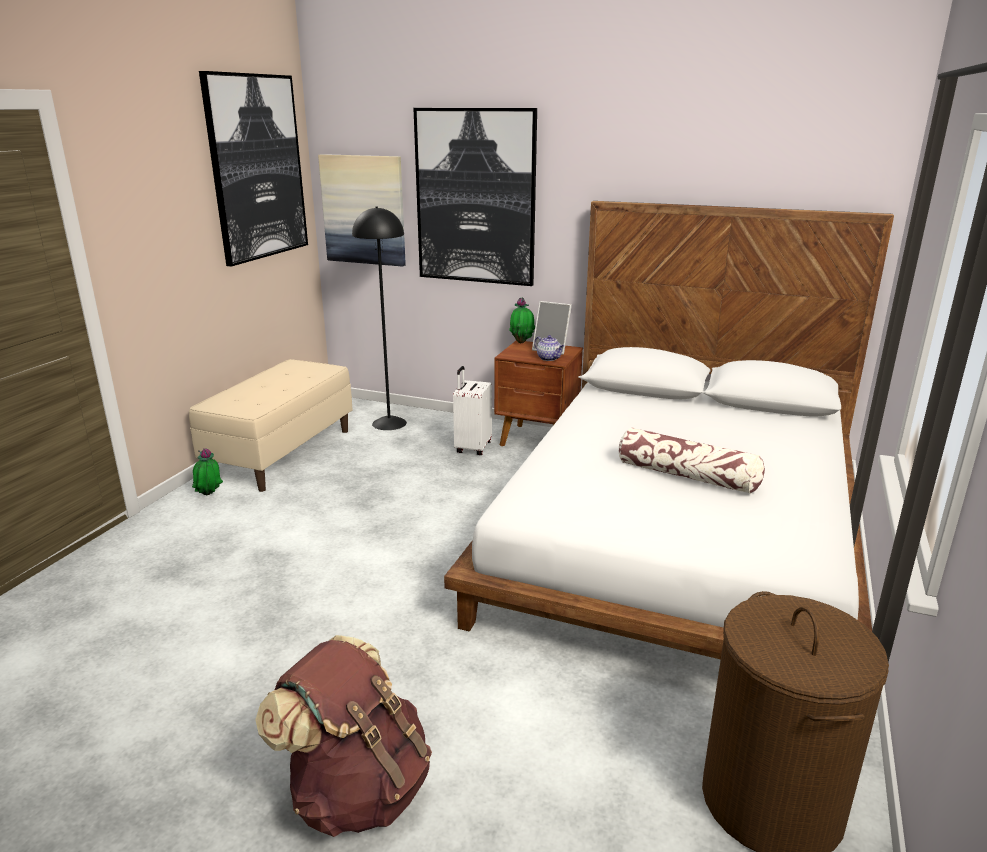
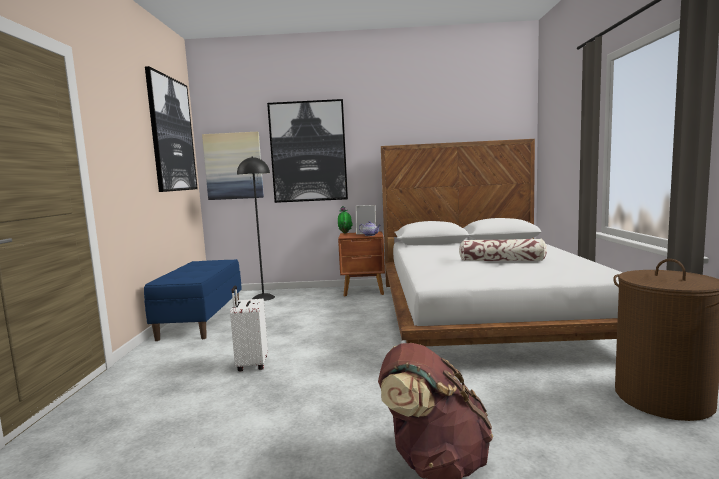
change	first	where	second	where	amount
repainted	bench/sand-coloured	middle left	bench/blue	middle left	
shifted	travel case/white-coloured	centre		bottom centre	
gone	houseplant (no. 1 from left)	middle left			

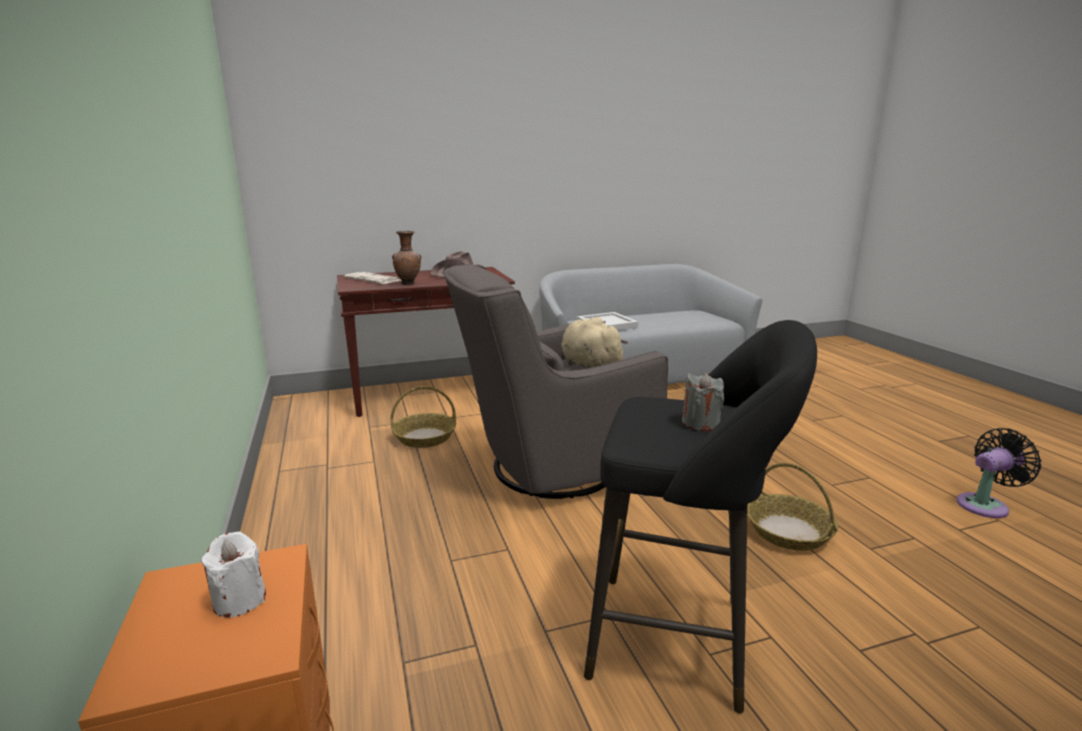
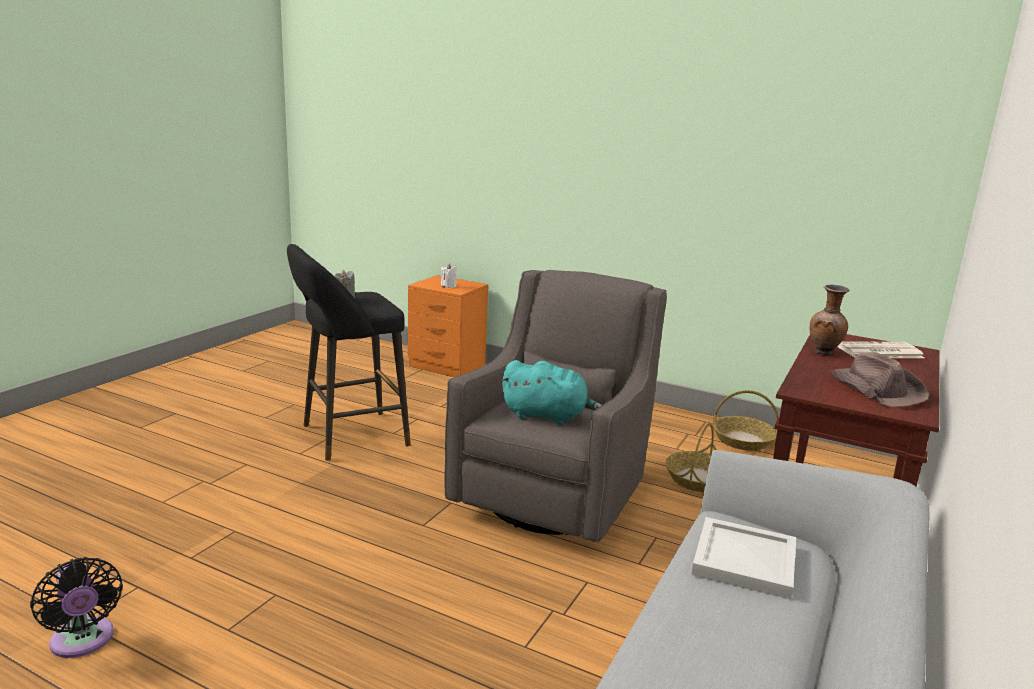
change	first	where	second	where	amount
repainted	soft toy/sand-coloured	centre	soft toy/turquoise-coloured	centre	
rotated	cooling fan/black	middle right		bottom left	60 degrees counterclockwise
shifted	household basket (no. 2 from left)	bottom right		middle right	

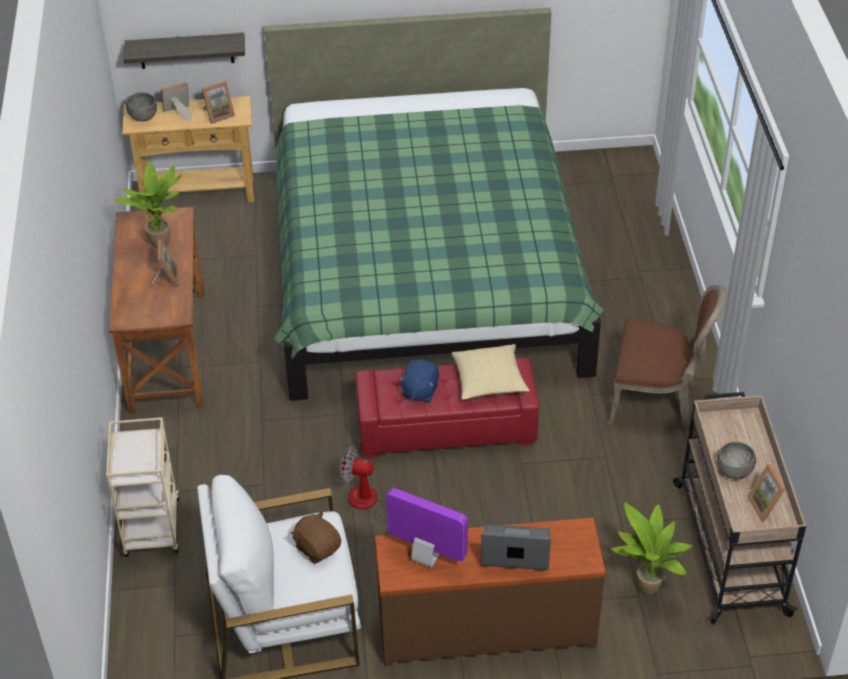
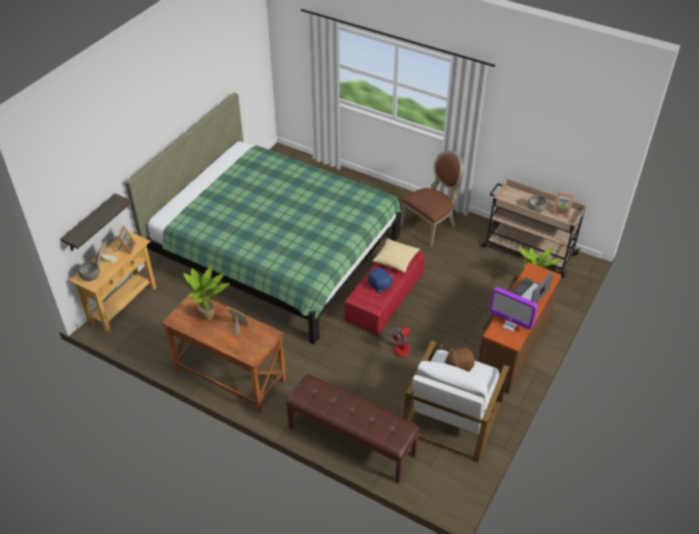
change	first	where	second	where	amount
swapped	wheeled cart/sand-coloured (no. 1 from left)	bottom left	bench/brown	bottom centre	
rotated	computer screen	bottom centre		middle right	120 degrees counterclockwise

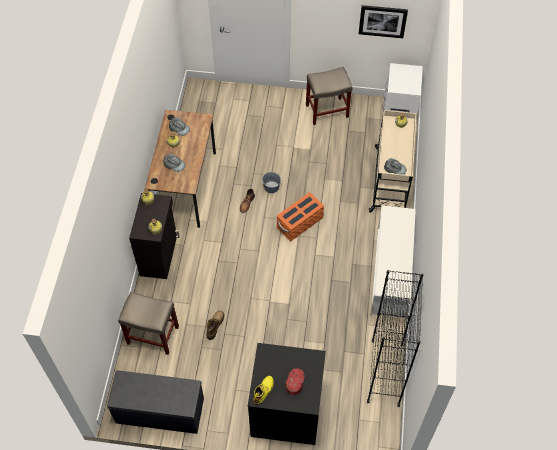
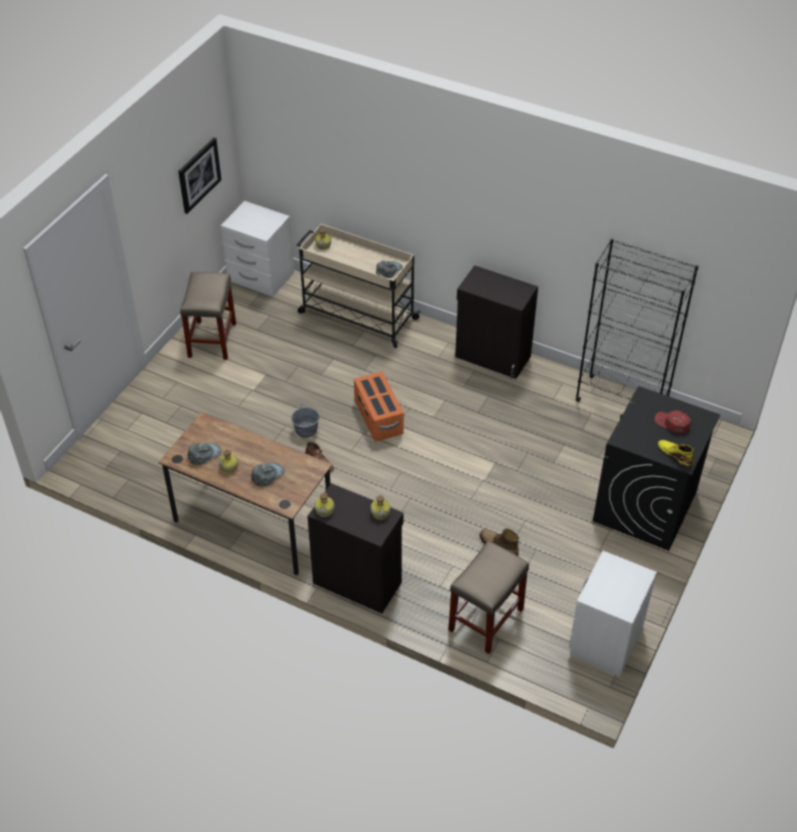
change	first	where	second	where	amount
swapped	shoe shelf/white-coloured	middle right	cabinet/black (no. 2 from left)	centre	
swapped	bench/gray	bottom left	nightstand/white-coloured (no. 2 from left)	bottom right	

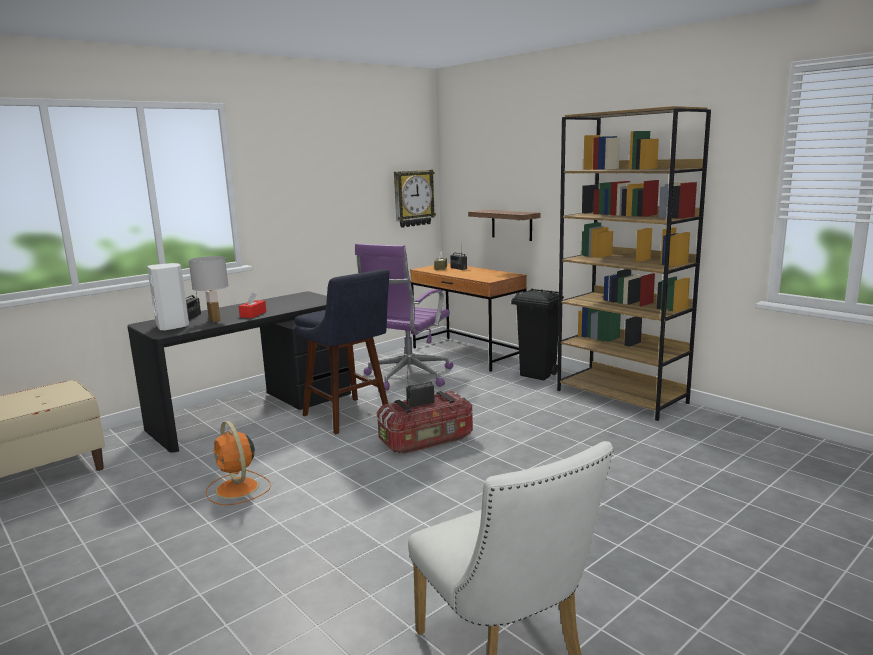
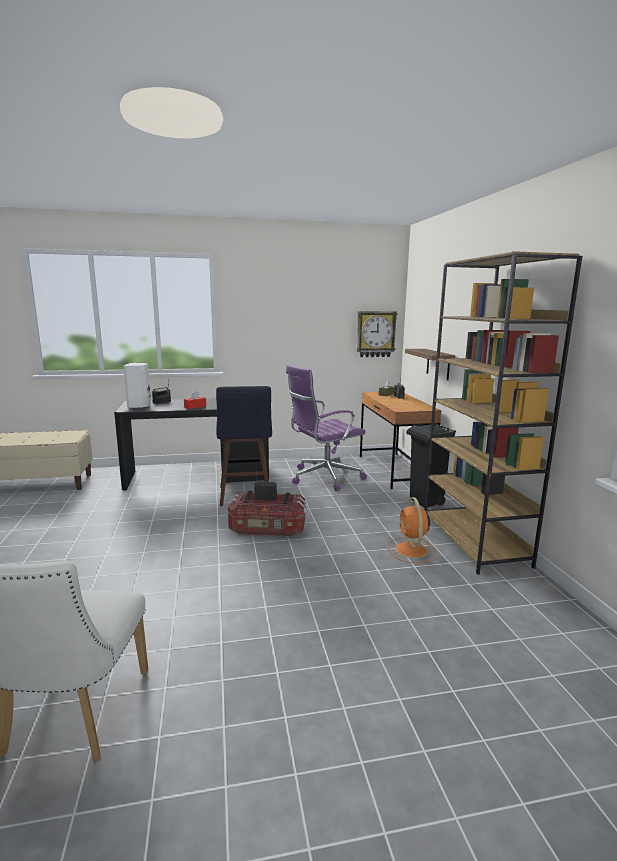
change	first	where	second	where	amount
gone	table lamp/white-coloured	middle left			
shifted	cooling fan/orangey	bottom left		middle right	

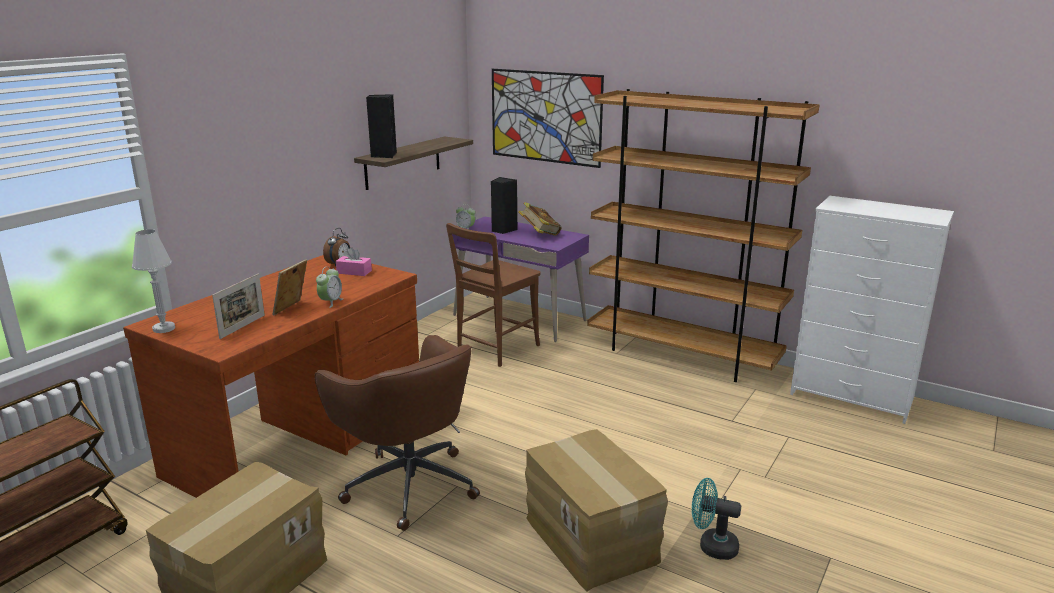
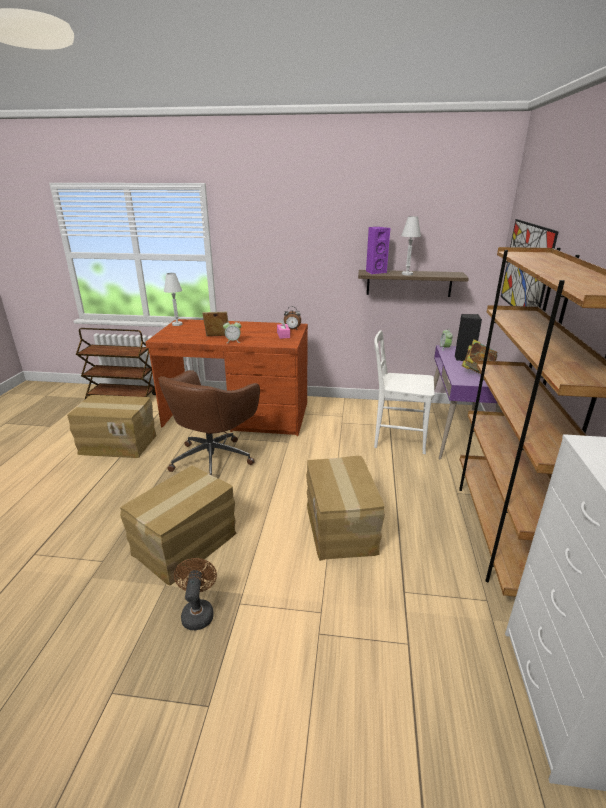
change	first	where	second	where	amount
repainted	loudspeaker/black (no. 1 from left)	top centre	loudspeaker/purplish	top centre	
repainted	upright chair/brown	centre	upright chair/white-coloured	middle right	
gone	standing frame (no. 1 from left)	middle left			
repainted	cooling fan/turquoise-coloured	bottom right	cooling fan/brown	bottom left	
new			table lamp/white-coloured (no. 2 from left)	top right	
new			cardboard box (no. 3 from left)	centre	

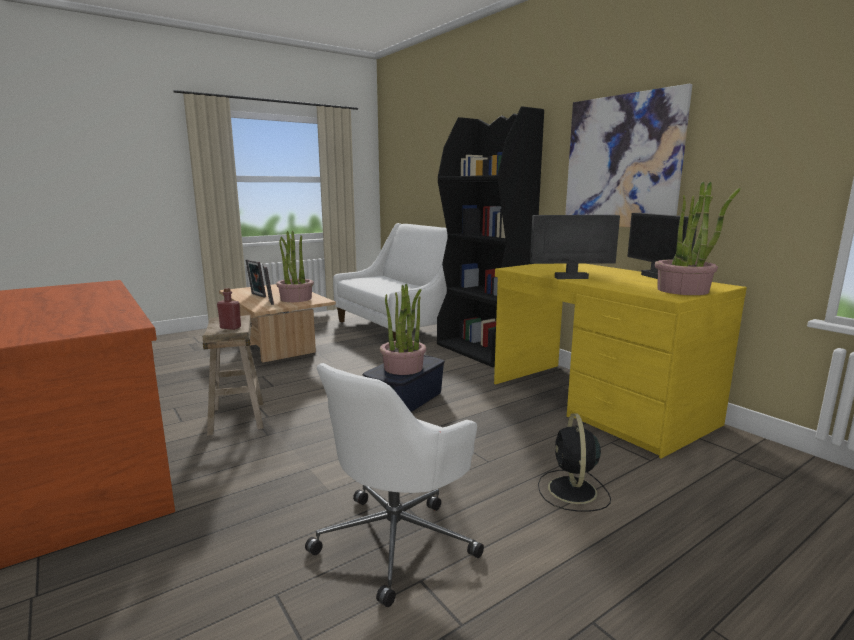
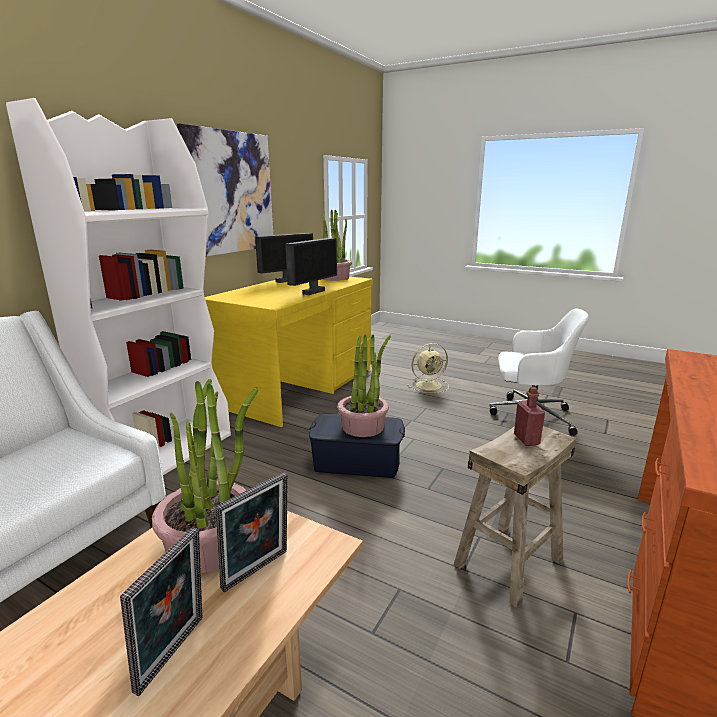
change	first	where	second	where	amount
repainted	bookcase/black	centre	bookcase/white-coloured	middle left	
rotated	computer screen (no. 1 from left in the first image)	middle right	computer screen (no. 2 from left)	centre	120 degrees counterclockwise
repainted	cooling fan/black	bottom right	cooling fan/sand-coloured	centre	

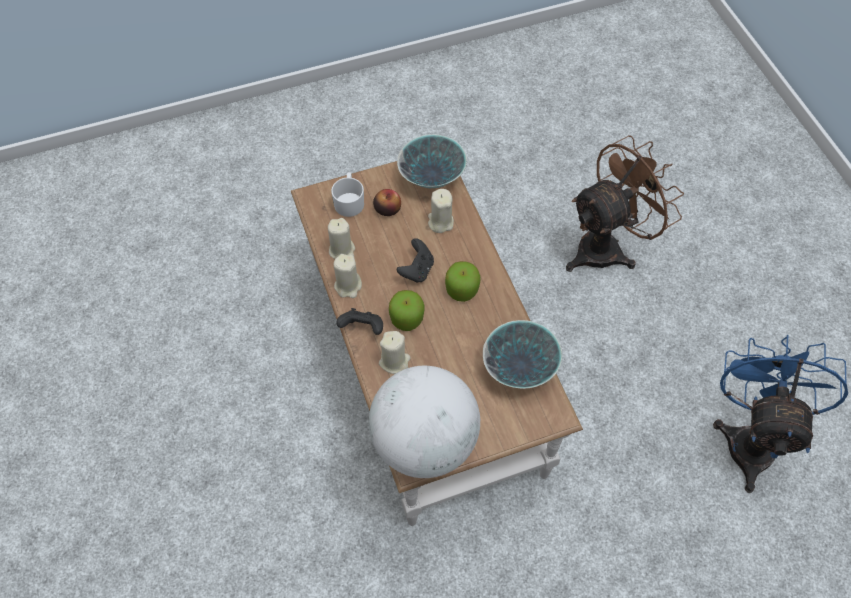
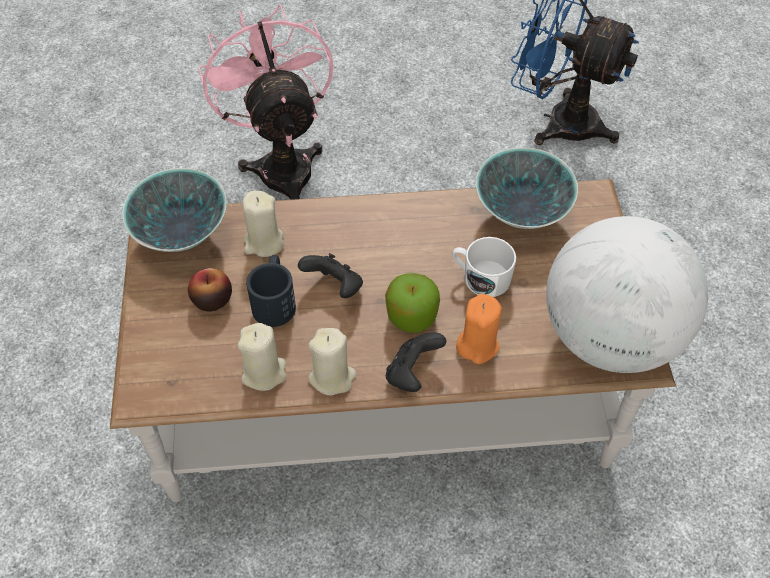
change	first	where	second	where	amount
repainted	cooling fan/brown	middle right	cooling fan/pink-coloured	top centre	
shifted	tea mug/white-coloured	top centre		centre	
gone	whole apple (no. 3 from left)	centre			
repainted	wax candle/sand-coloured (no. 3 from left)	centre	wax candle/orangey	centre	
new			tea mug/black	centre	

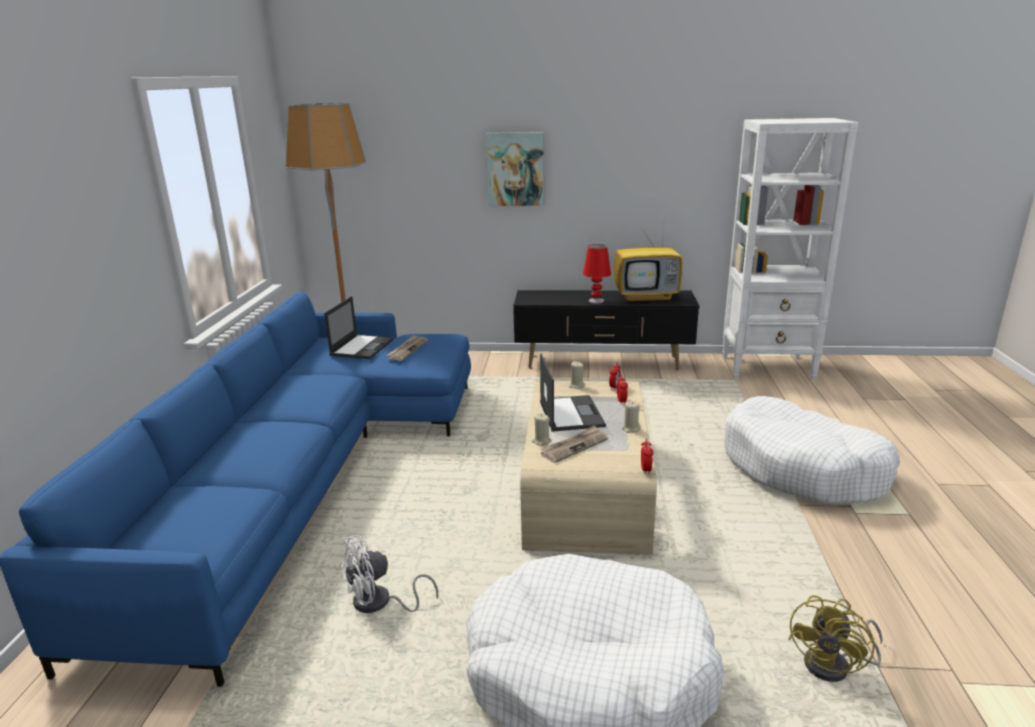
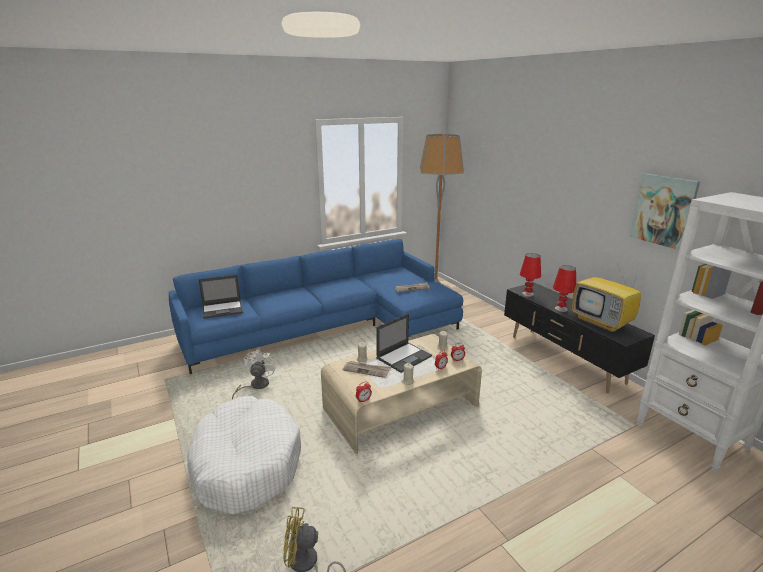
change	first	where	second	where	amount
shifted	picture	top centre		middle right	
shifted	notebook computer (no. 1 from left)	centre		middle left	
gone	pet bed/white-coloured (no. 2 from left)	middle right			
rotated	cooling fan/white-coloured	bottom centre		middle left	75 degrees clockwise
new			table lamp/reddish (no. 1 from left)	middle right	

